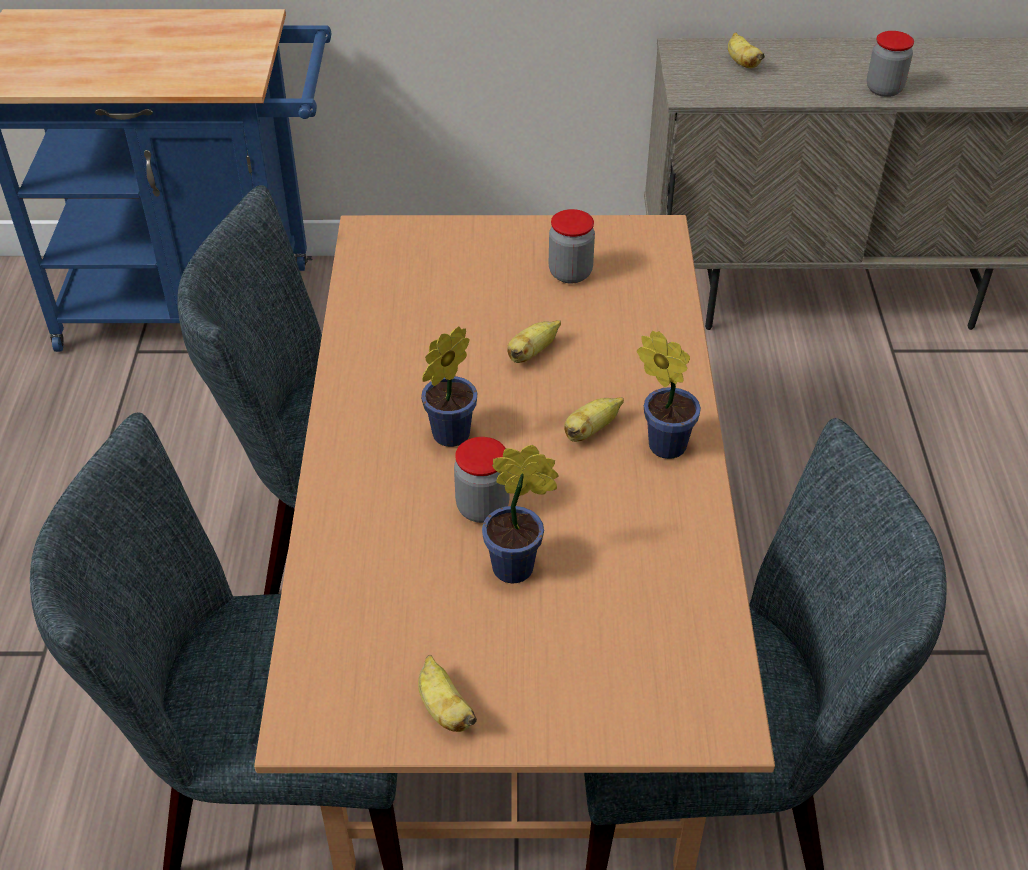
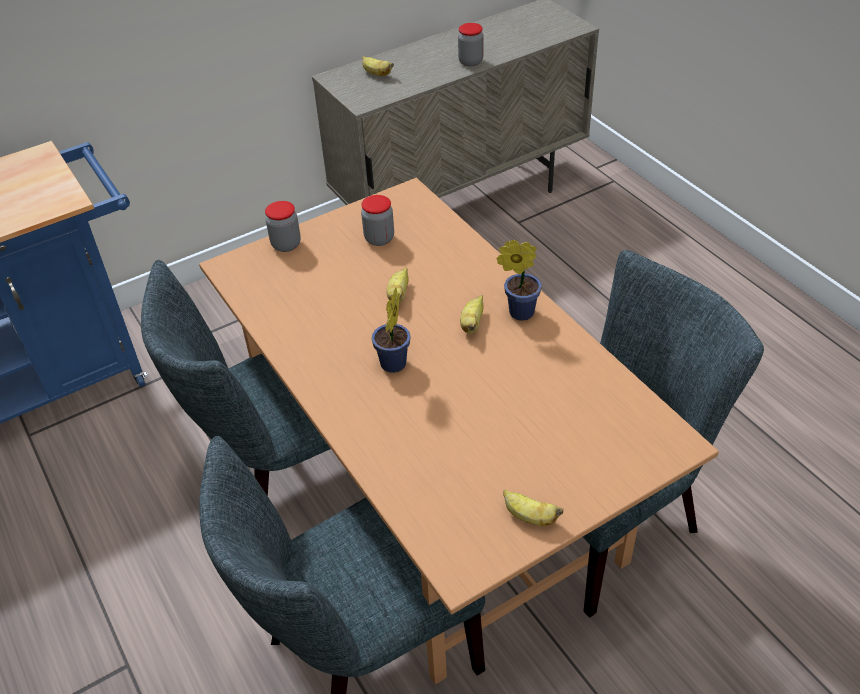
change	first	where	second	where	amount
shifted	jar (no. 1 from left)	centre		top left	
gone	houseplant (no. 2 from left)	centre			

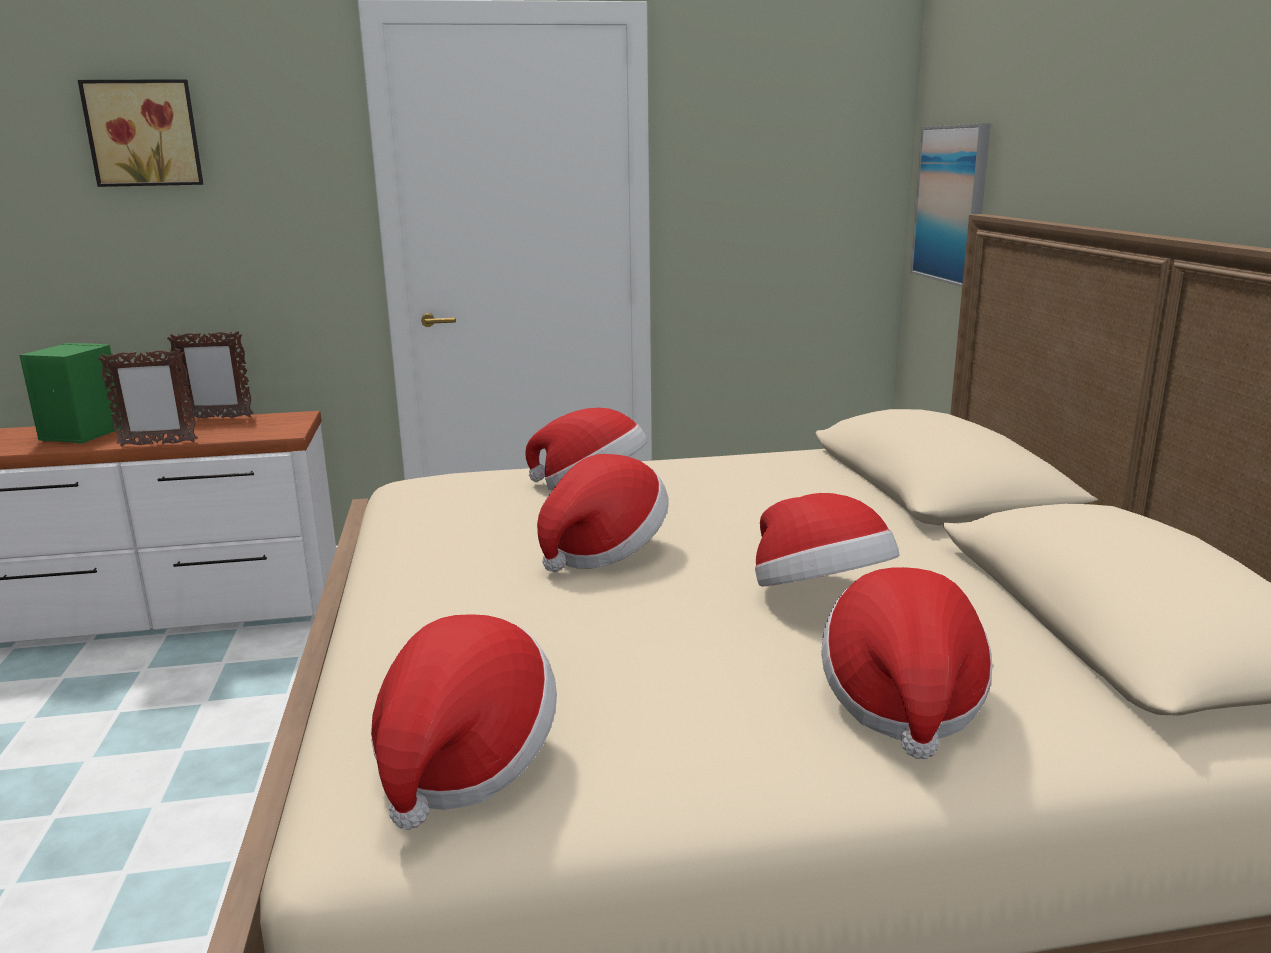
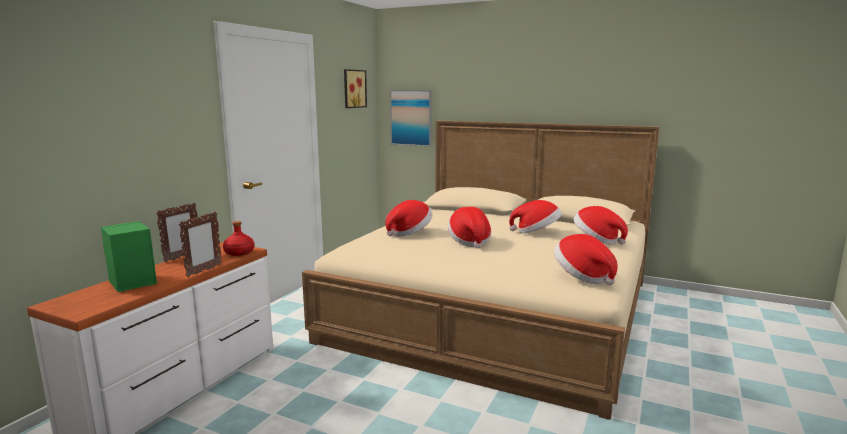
change	first	where	second	where	amount
shifted	picture (no. 1 from left)	top left		top centre	
new			beverage bottle/reddish	middle left	

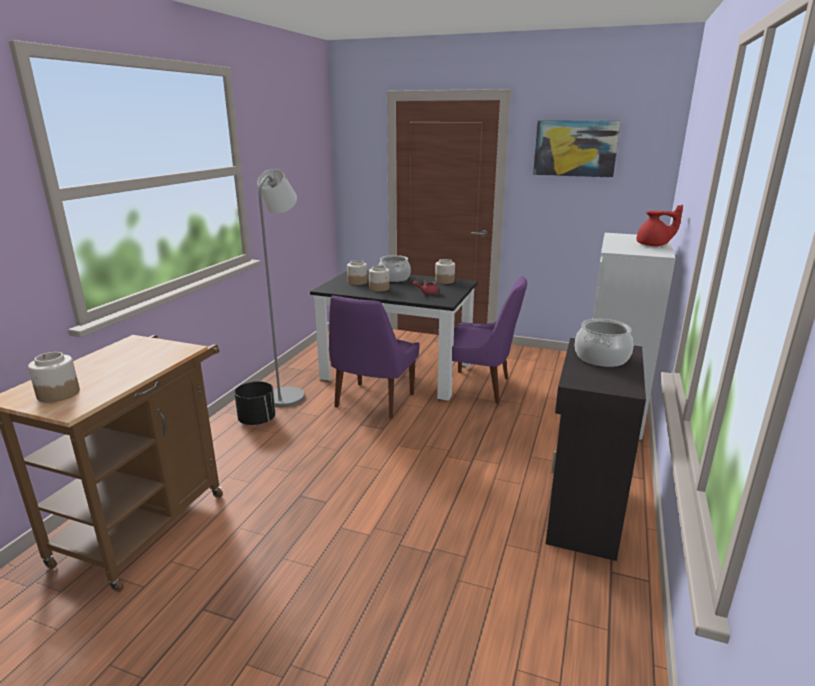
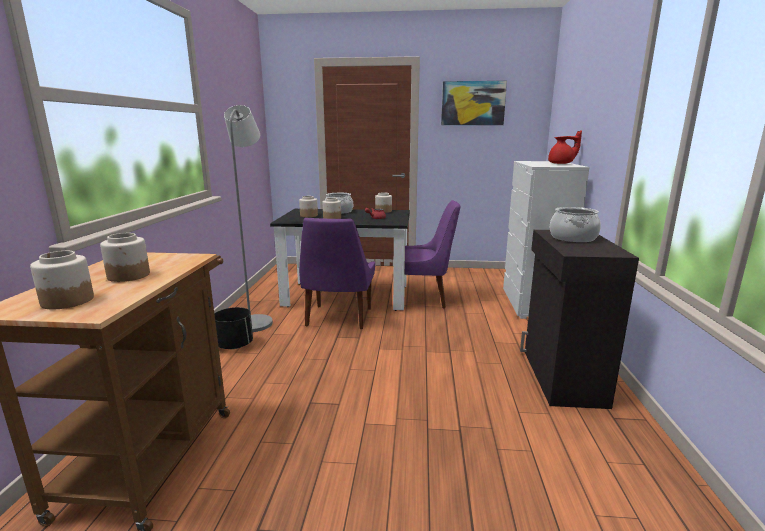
change	first	where	second	where	amount
new			jar (no. 2 from left)	middle left	

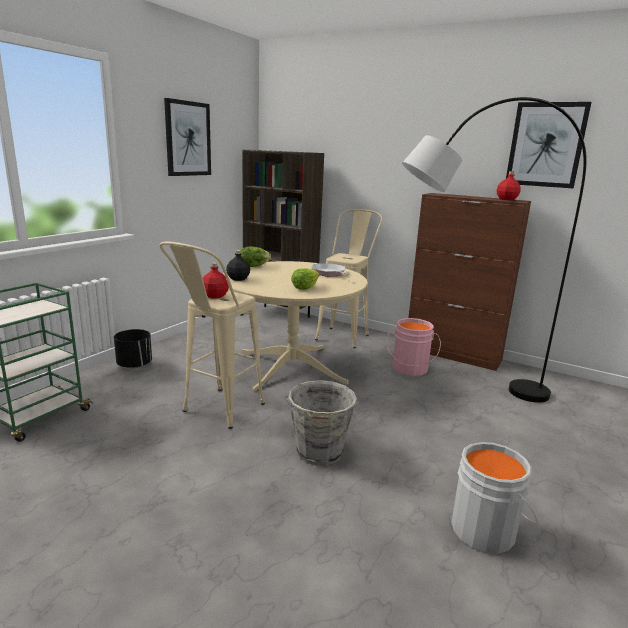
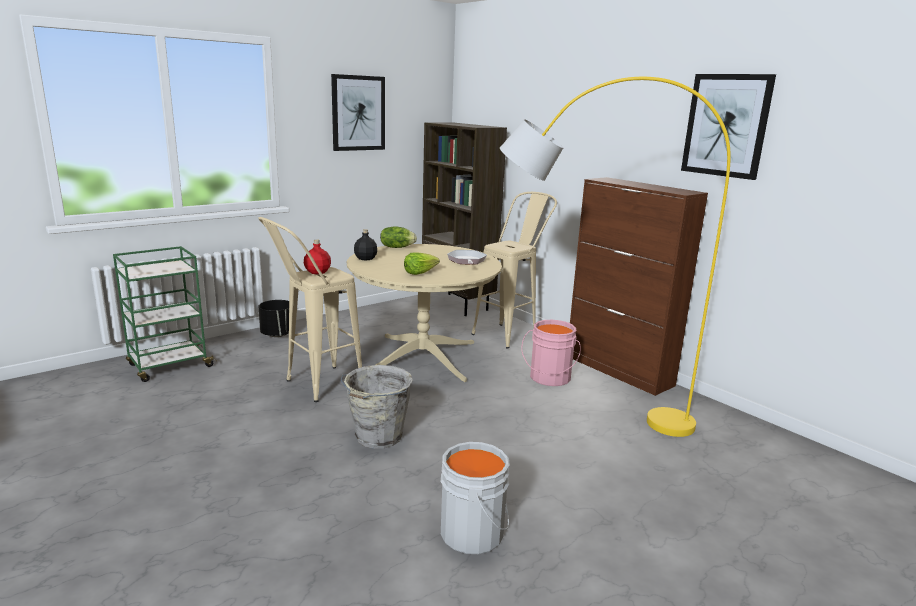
change	first	where	second	where	amount
repainted	floor lamp/gray	middle right	floor lamp/yellowish	middle right	
gone	beverage bottle/reddish (no. 2 from left)	top right			

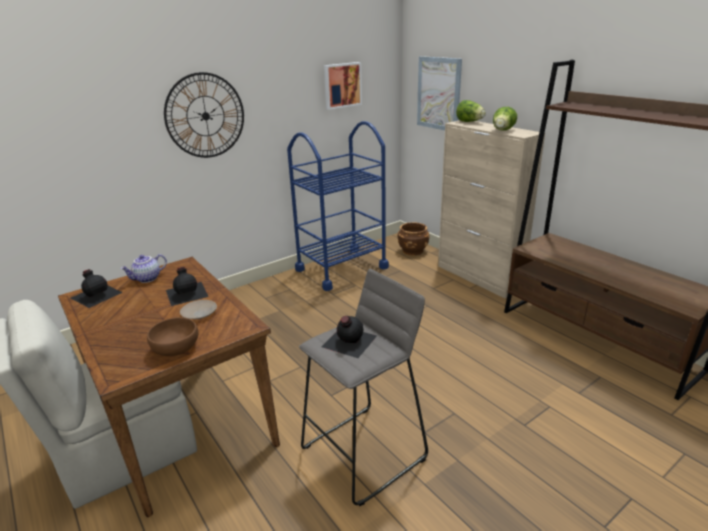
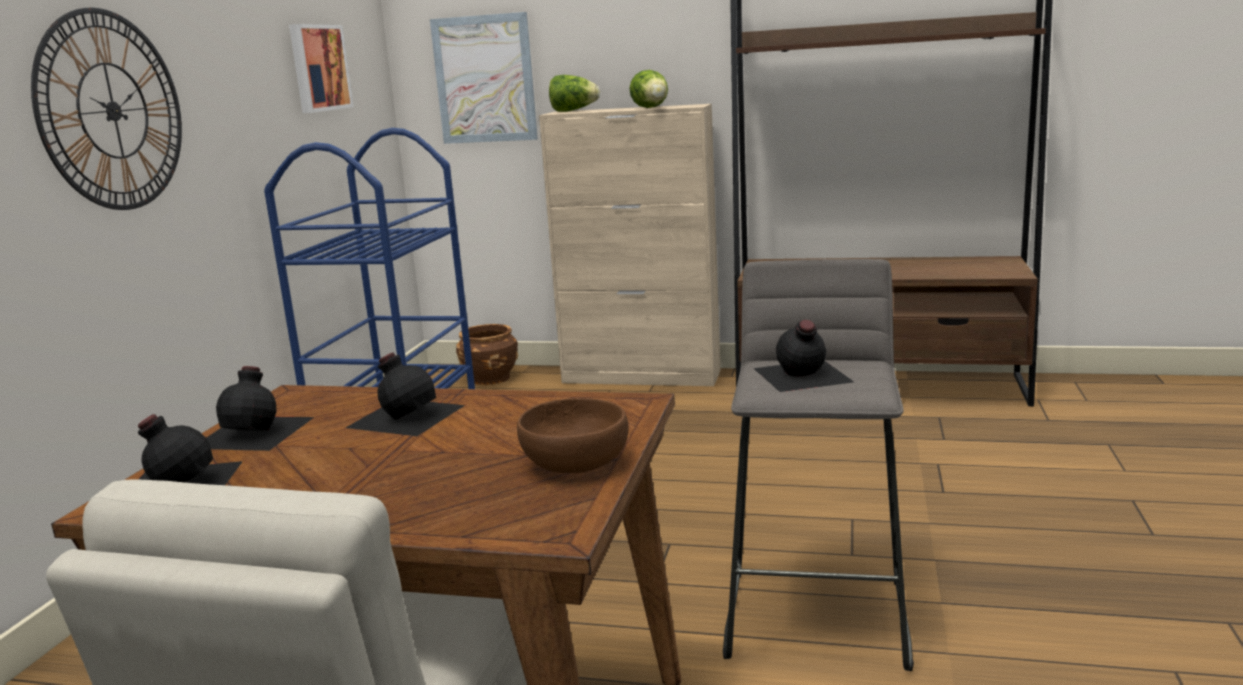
change	first	where	second	where	amount
swapped	teapot	middle left	beverage bottle/black (no. 2 from left)	middle left	
gone	dinner plate/sand-coloured	middle left			

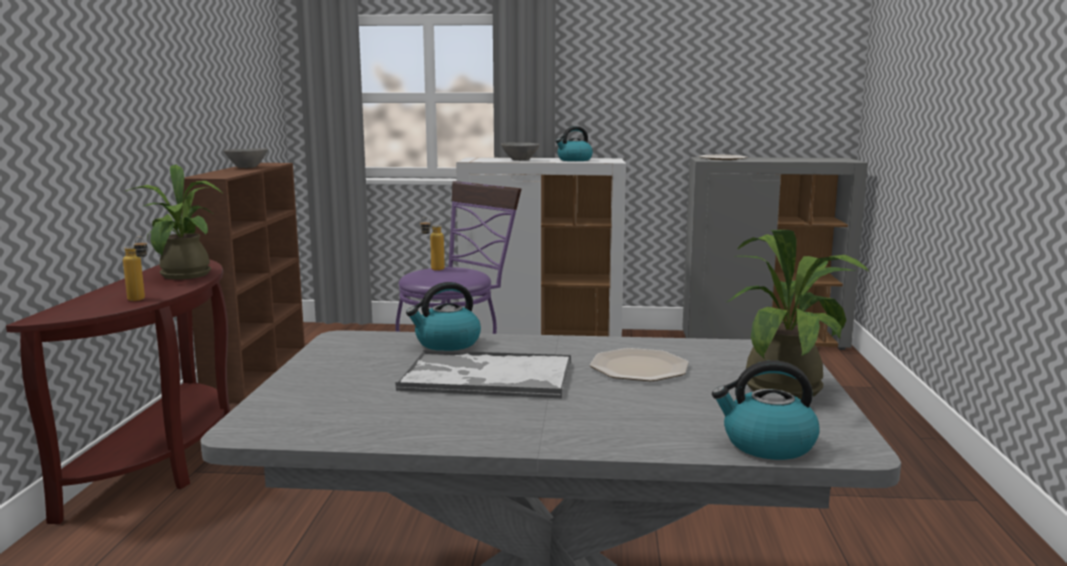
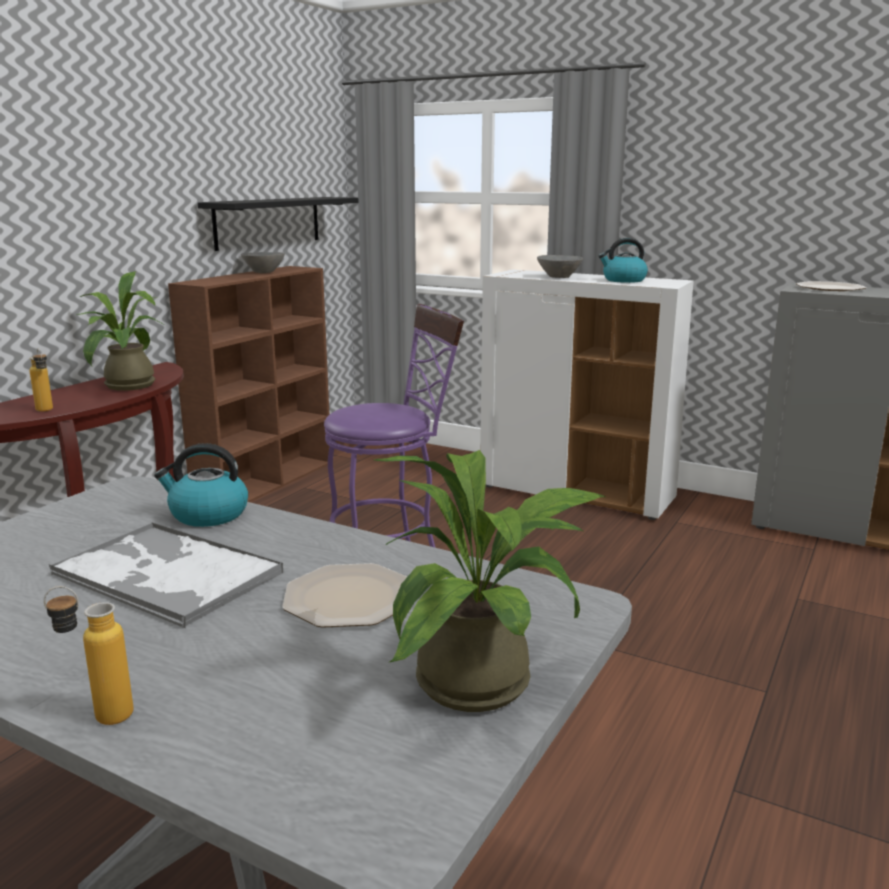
change	first	where	second	where	amount
shifted	beverage bottle (no. 2 from left)	centre		bottom left	
gone	kettle (no. 3 from left)	bottom right			
new			shelf/black	top left	

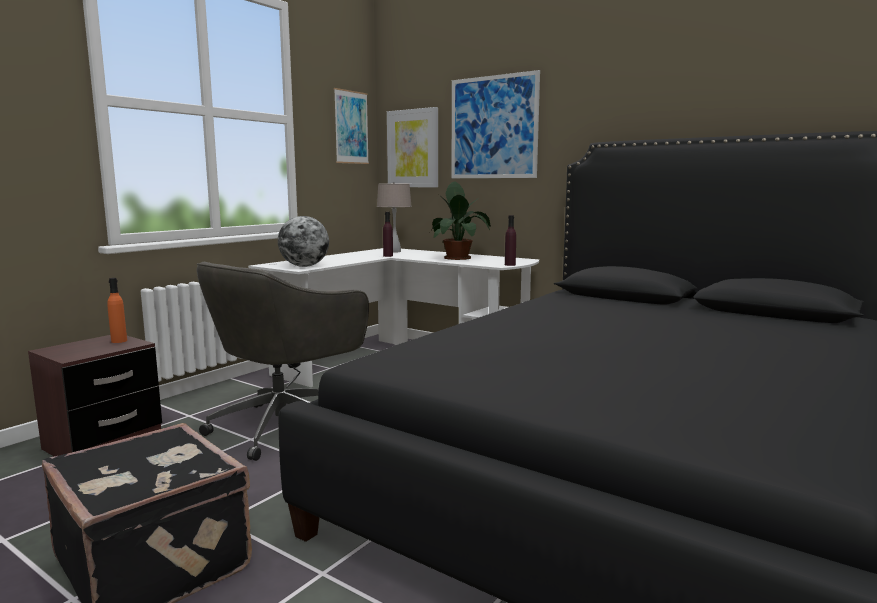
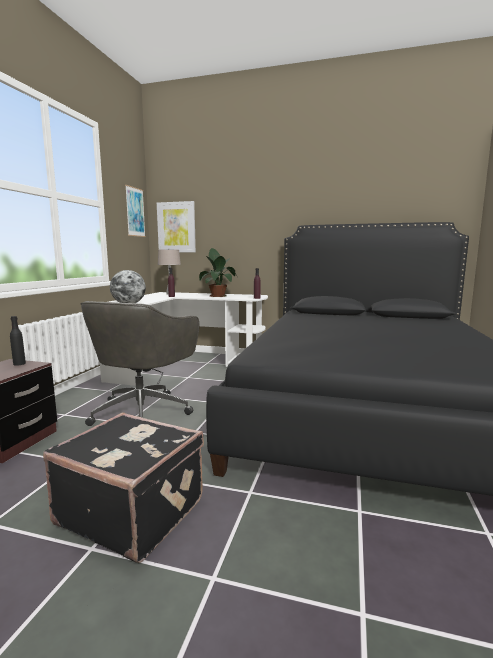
change	first	where	second	where	amount
gone	picture (no. 3 from left)	top centre			
repainted	beverage bottle/orangey	middle left	beverage bottle/black	middle left	

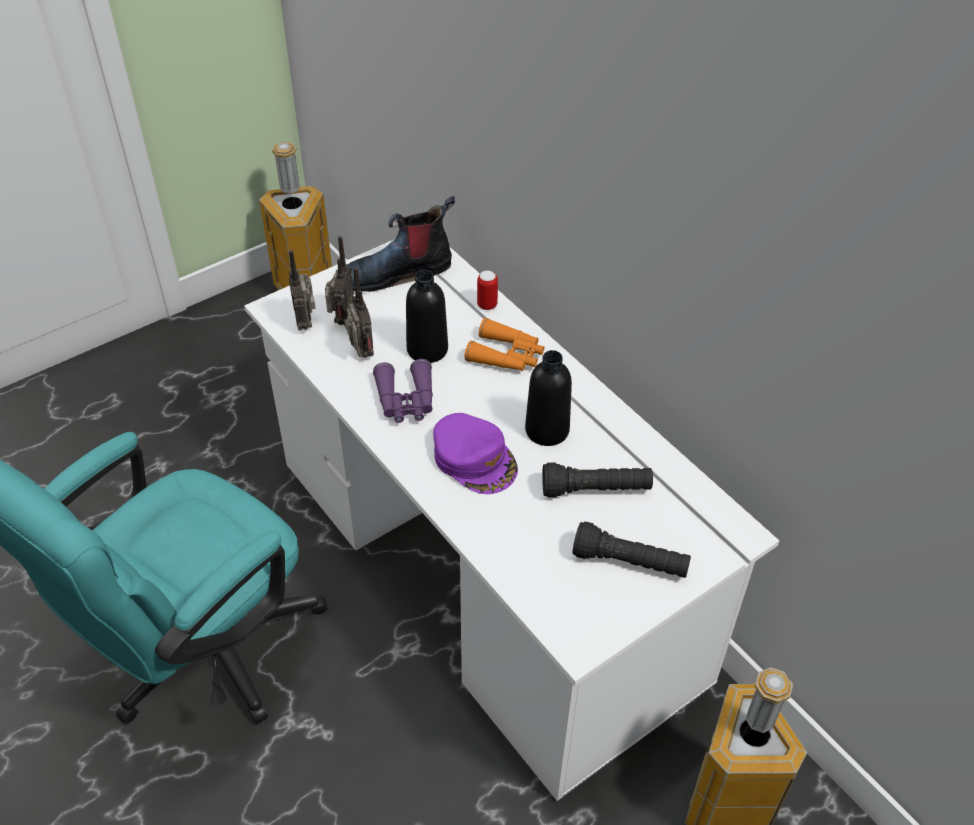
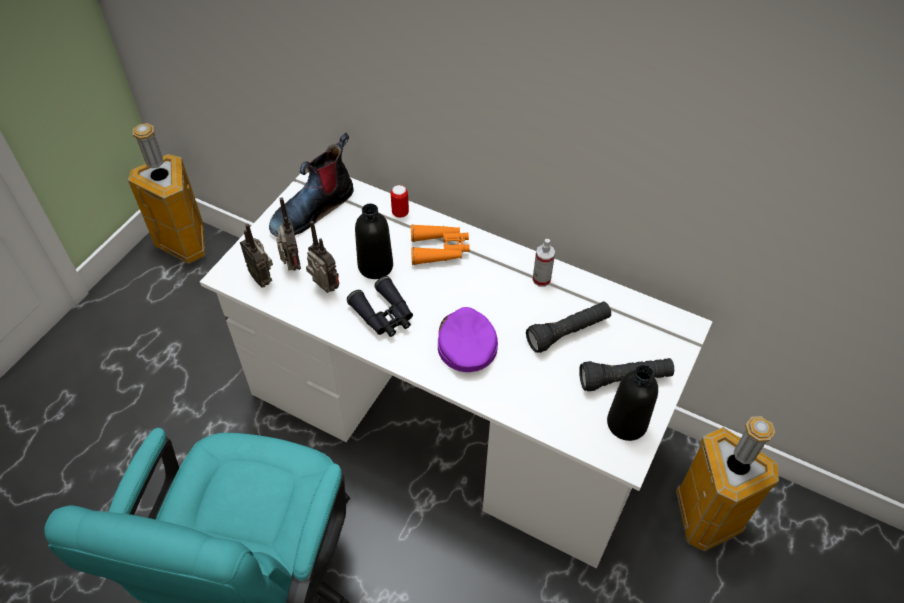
change	first	where	second	where	amount
shifted	beverage bottle/black (no. 2 from left)	centre		bottom right	
repainted	field glasses/purplish	centre	field glasses/black	centre	
rotated	baseball cap/purplish	centre		centre	120 degrees counterclockwise
new			hand sprayer	centre	

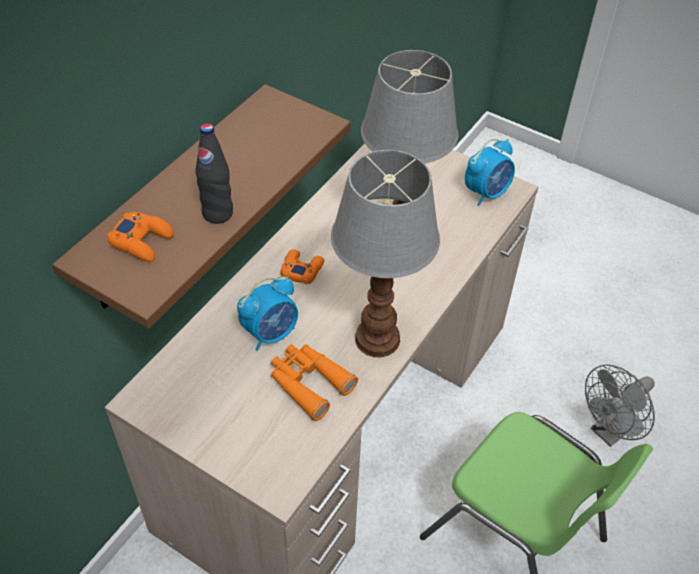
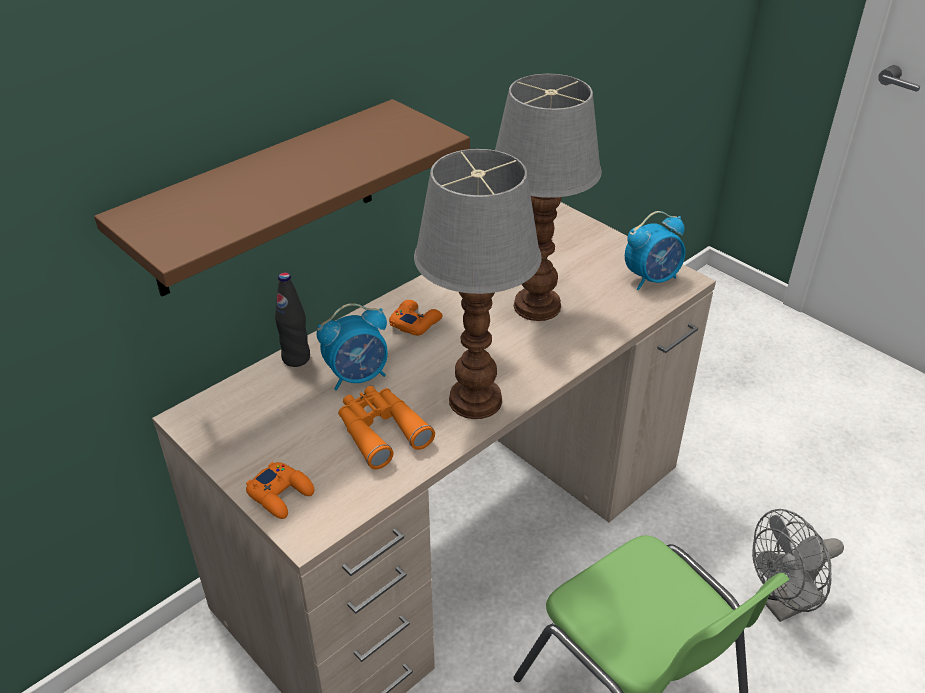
change	first	where	second	where	amount
shifted	beverage bottle/black	top left		middle left	
shifted	joypad/orangey (no. 1 from left)	middle left		bottom left	

